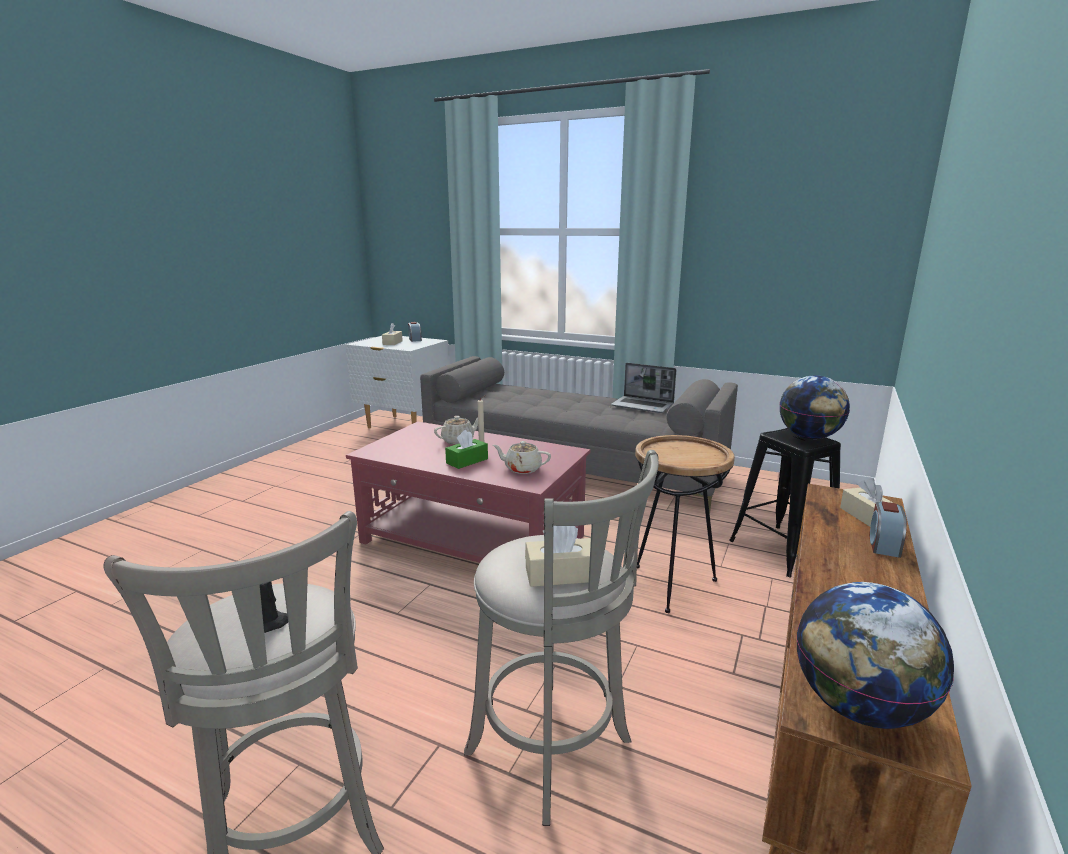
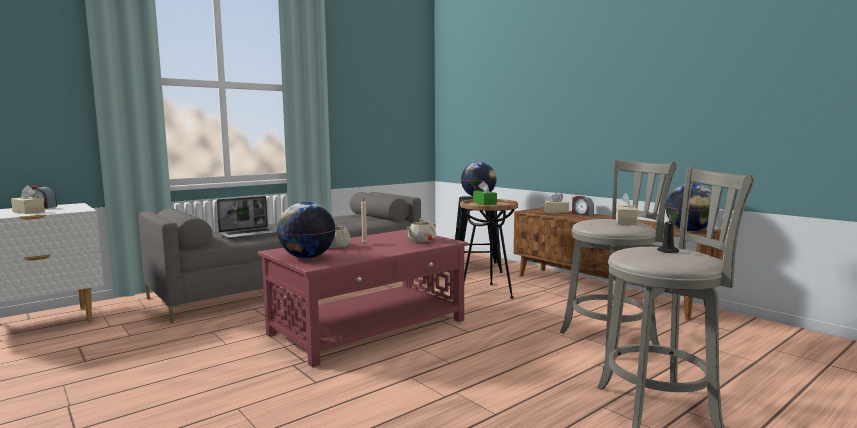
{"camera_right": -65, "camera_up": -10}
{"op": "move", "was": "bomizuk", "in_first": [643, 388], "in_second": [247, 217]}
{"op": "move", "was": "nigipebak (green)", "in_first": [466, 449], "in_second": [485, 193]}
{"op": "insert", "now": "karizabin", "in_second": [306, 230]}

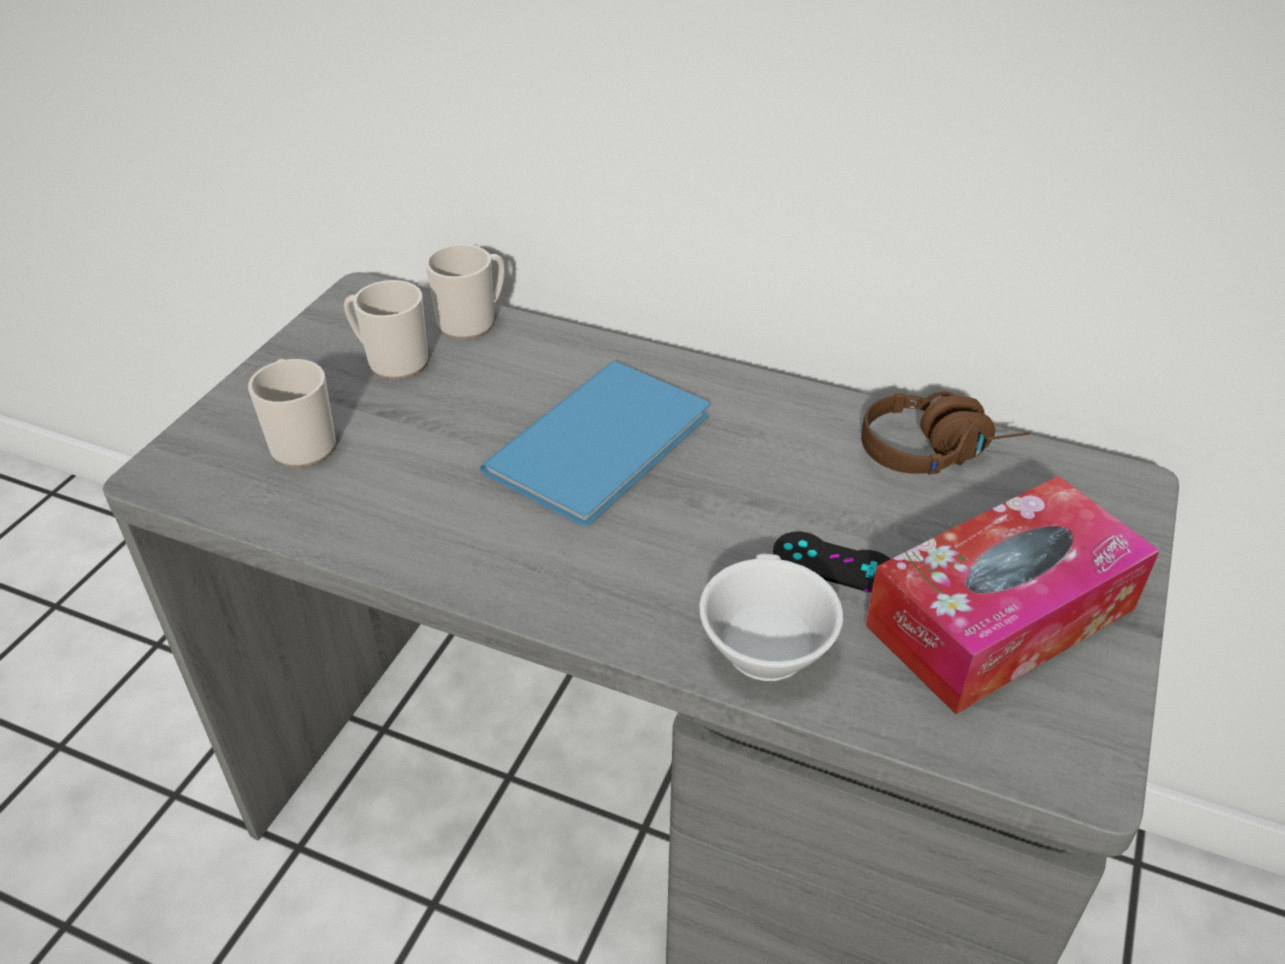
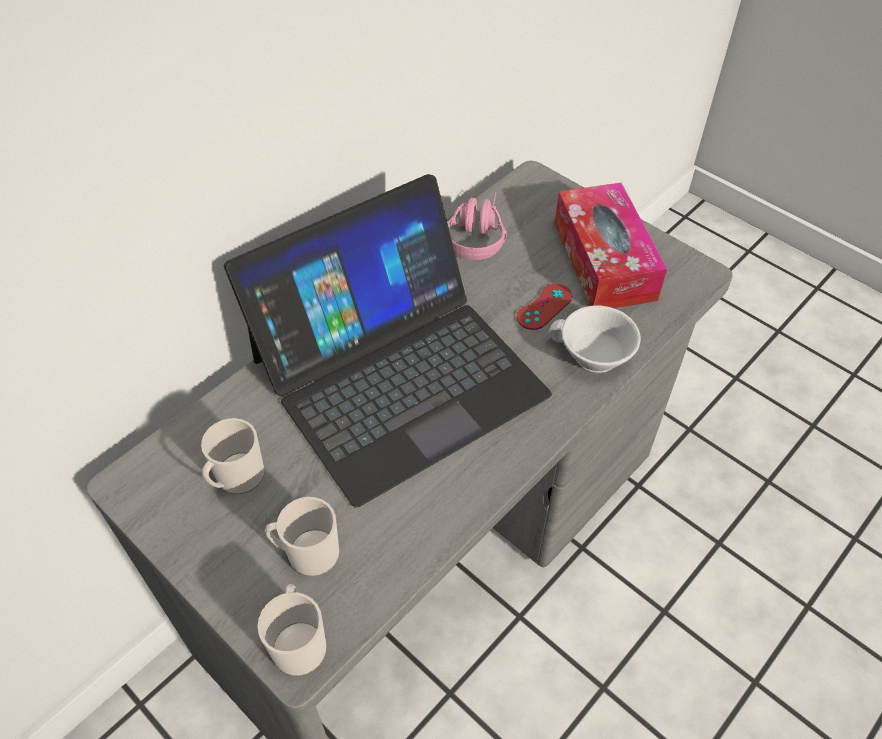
{"camera_right": -70, "camera_up": 10}
{"op": "move", "was": "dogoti", "in_first": [465, 291], "in_second": [292, 630]}
{"op": "replace", "was": "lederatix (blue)", "now": "bomizuk", "in_first": [594, 444], "in_second": [388, 341]}
{"op": "recolor", "was": "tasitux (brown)", "now": "tasitux (pink)", "in_first": [946, 433], "in_second": [477, 226]}
{"op": "recolor", "was": "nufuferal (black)", "now": "nufuferal (red)", "in_first": [831, 561], "in_second": [544, 307]}

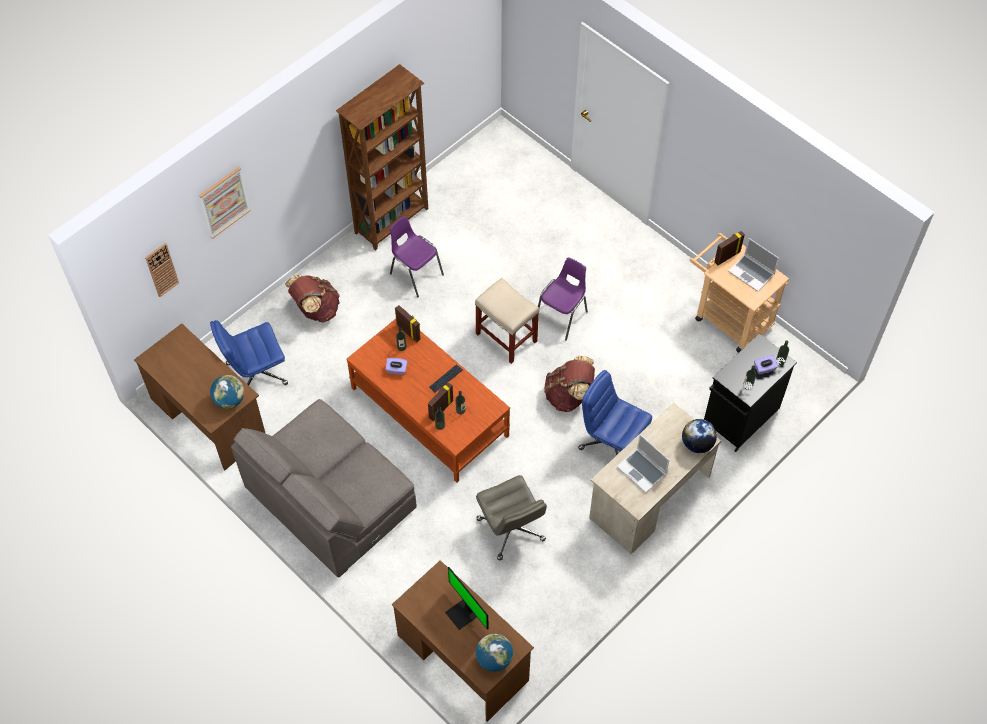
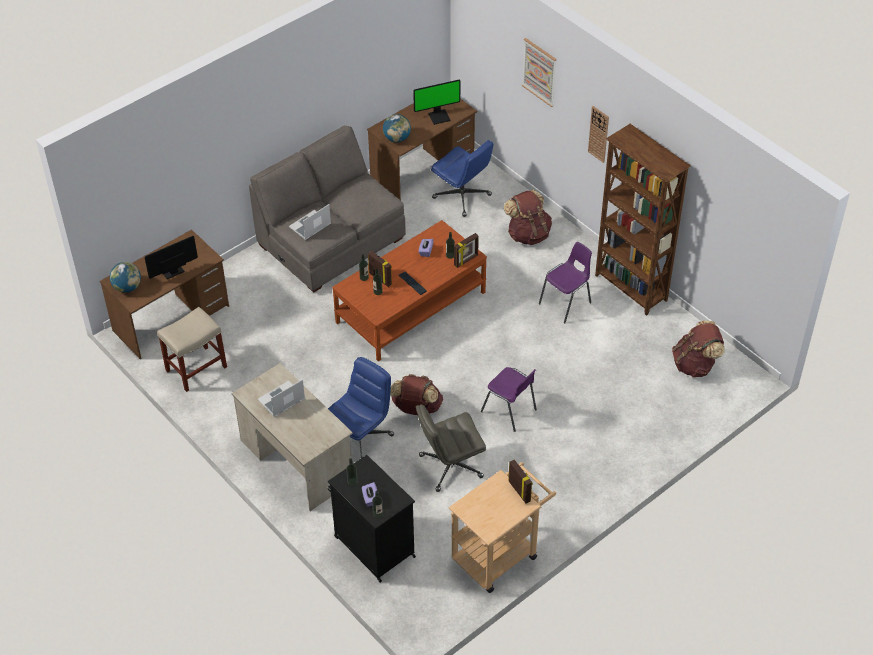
{"camera_right": 95, "camera_up": -10}
{"op": "move", "was": "bomizuk", "in_first": [753, 265], "in_second": [310, 222]}
{"op": "move", "was": "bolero", "in_first": [162, 270], "in_second": [598, 134]}
{"op": "move", "was": "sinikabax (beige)", "in_first": [507, 321], "in_second": [192, 349]}
{"op": "rotate", "was": "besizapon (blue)", "in_first": [249, 352], "in_second": [462, 178], "clockwise": 150}
{"op": "delete", "was": "karizabin", "in_first": [699, 436]}
{"op": "move", "was": "besizapon (grey)", "in_first": [511, 518], "in_second": [451, 448]}
{"op": "insert", "now": "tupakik", "in_second": [436, 102]}
{"op": "insert", "now": "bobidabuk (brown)", "in_second": [698, 348]}

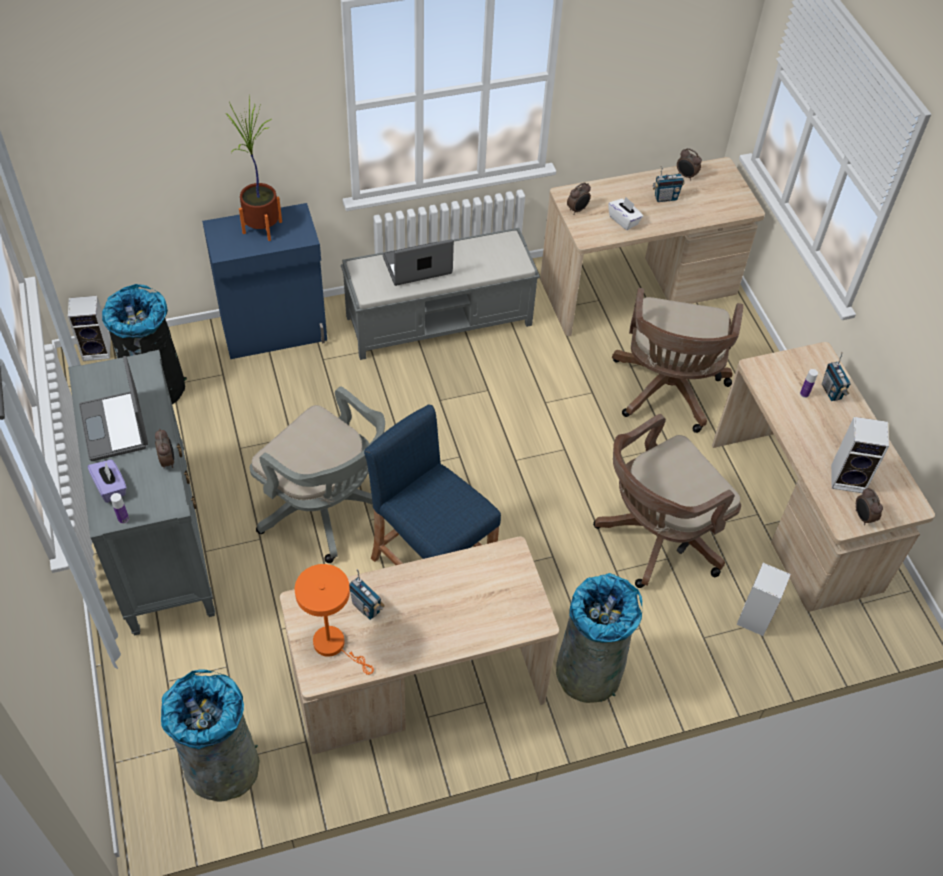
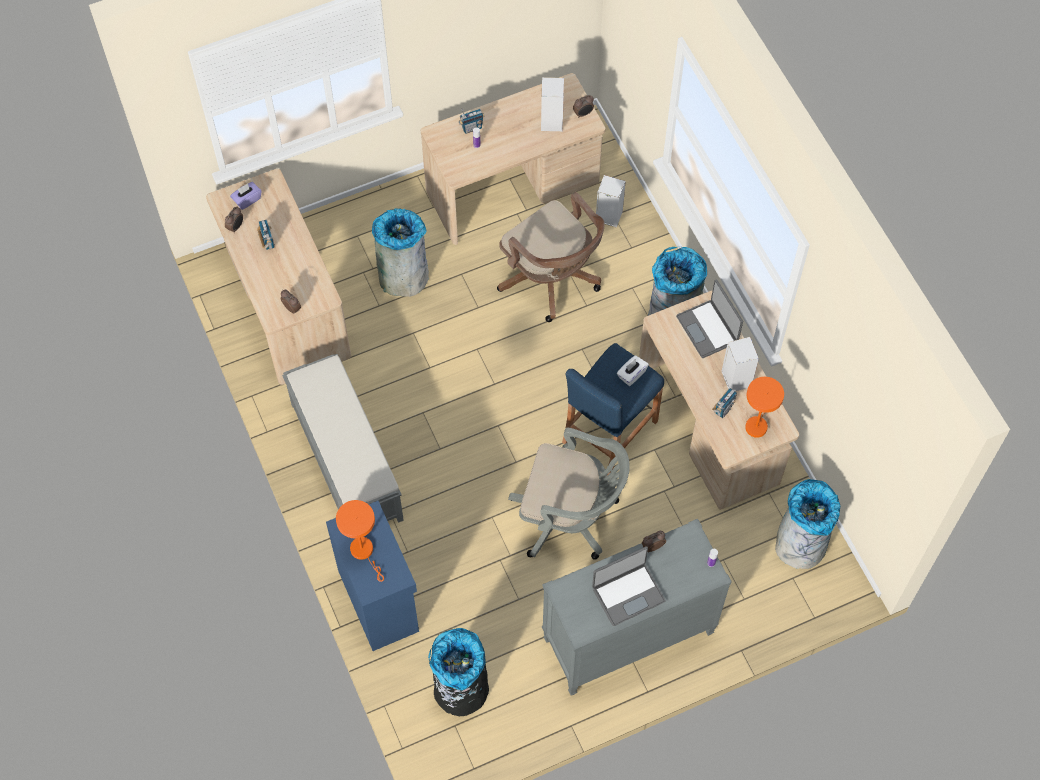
{"camera_right": -95, "camera_up": 10}
{"op": "replace", "was": "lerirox", "now": "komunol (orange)", "in_first": [254, 169], "in_second": [360, 541]}
{"op": "move", "was": "nigipebak (white)", "in_first": [625, 213], "in_second": [633, 371]}
{"op": "move", "was": "bomizuk", "in_first": [418, 262], "in_second": [709, 318]}
{"op": "replace", "was": "besizapon (brown)", "now": "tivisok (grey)", "in_first": [677, 360], "in_second": [400, 252]}
{"op": "move", "was": "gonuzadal", "in_first": [89, 328], "in_second": [740, 364]}
{"op": "rotate", "was": "besizapon (grey)", "in_first": [317, 474], "in_second": [569, 494], "clockwise": 75}
{"op": "move", "was": "nigipebak (purple)", "in_first": [107, 481], "in_second": [246, 196]}

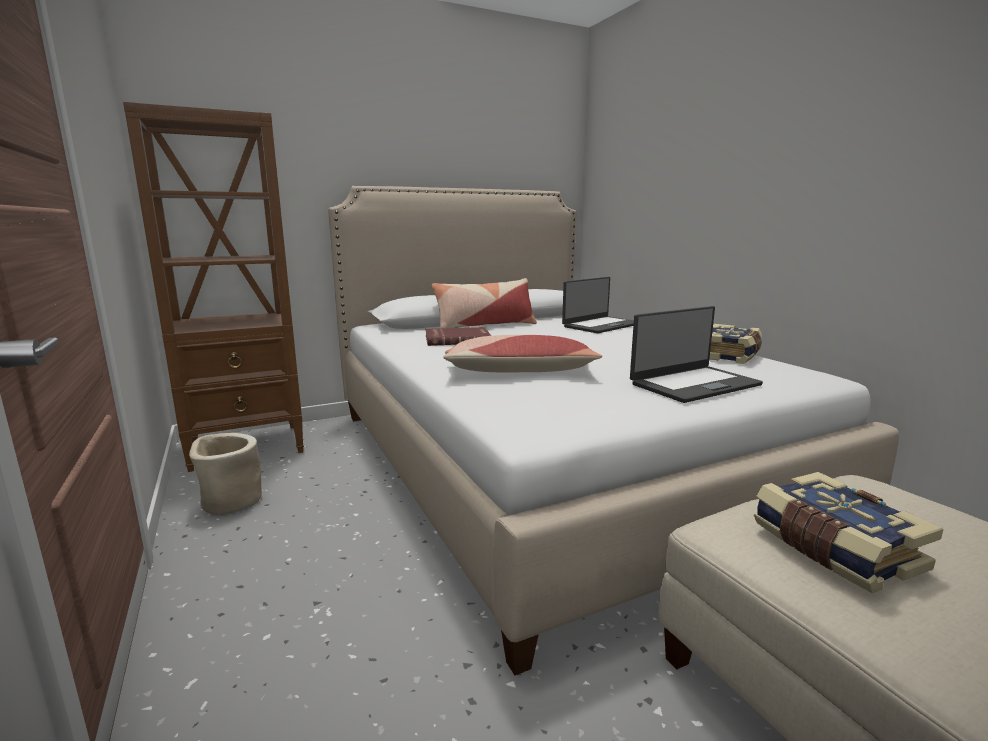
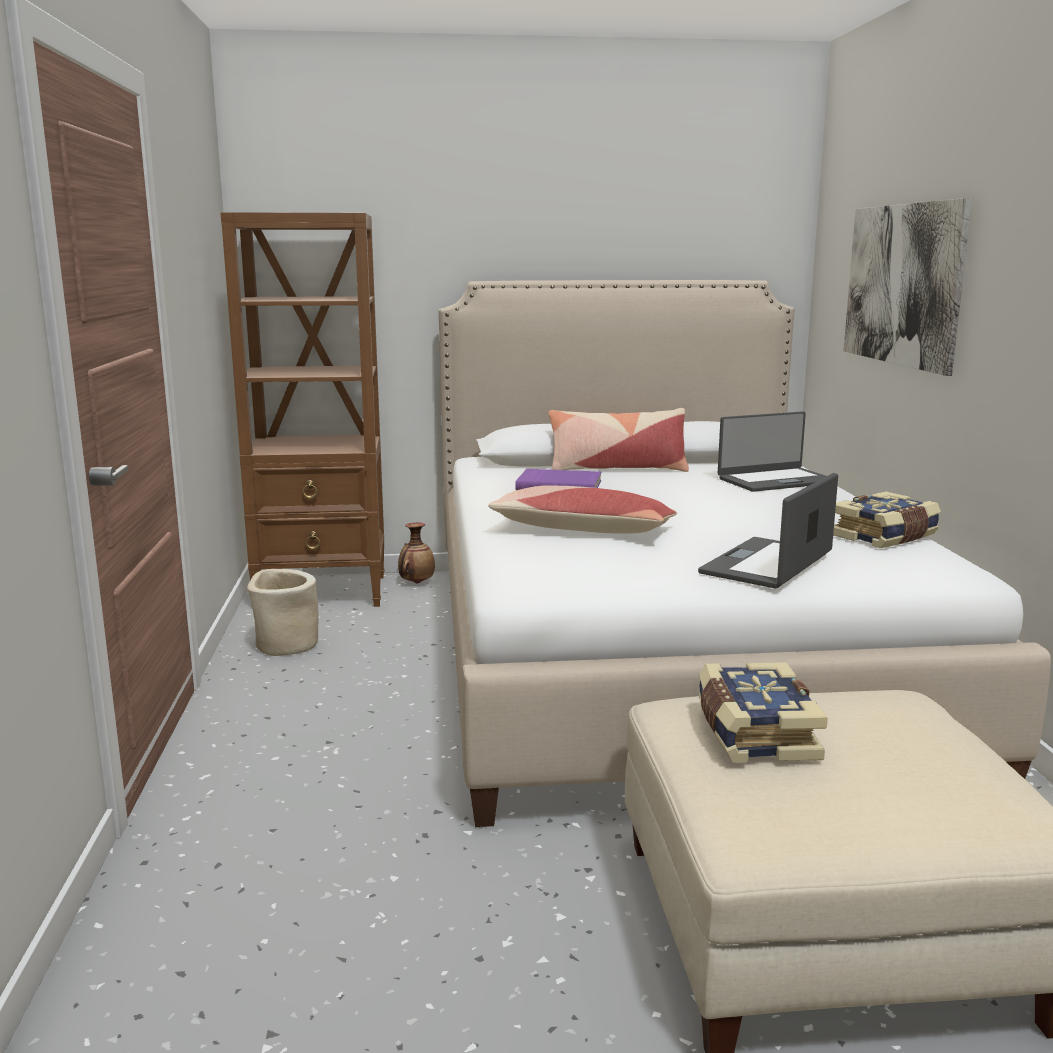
{"camera_right": 20, "camera_up": 0}
{"op": "rotate", "was": "bomizuk", "in_first": [696, 354], "in_second": [768, 531], "clockwise": 135}
{"op": "recolor", "was": "lederatix (red)", "now": "lederatix (purple)", "in_first": [458, 336], "in_second": [558, 479]}
{"op": "insert", "now": "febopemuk", "in_second": [908, 287]}
{"op": "insert", "now": "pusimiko", "in_second": [416, 553]}

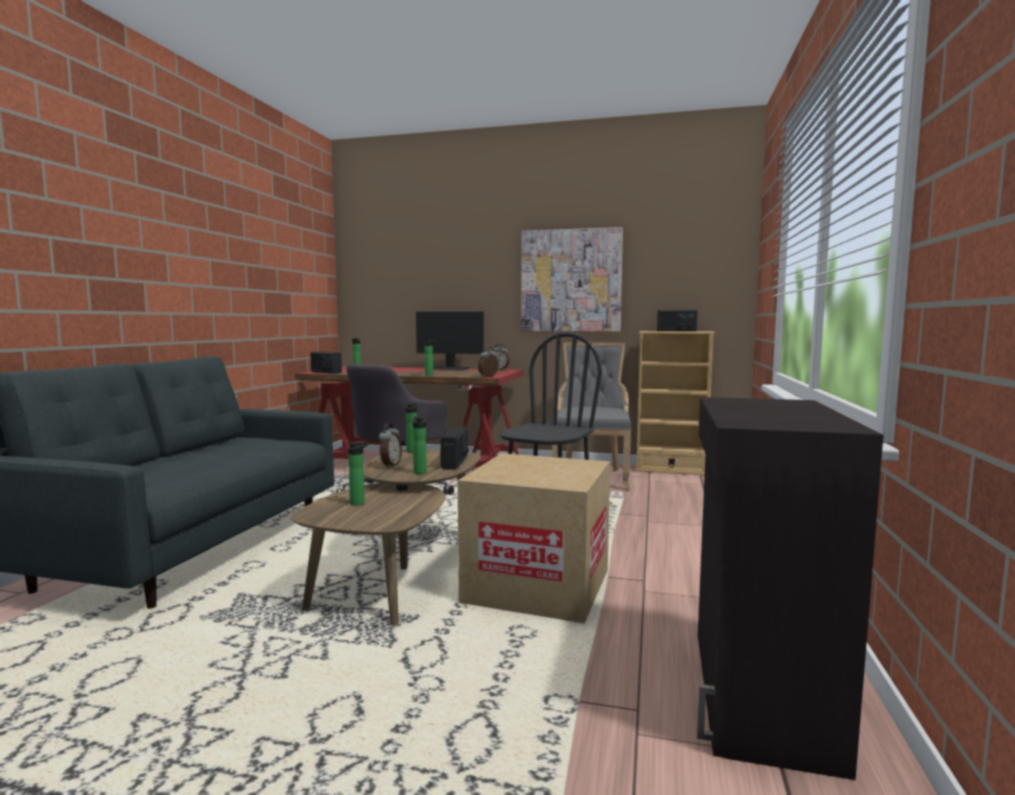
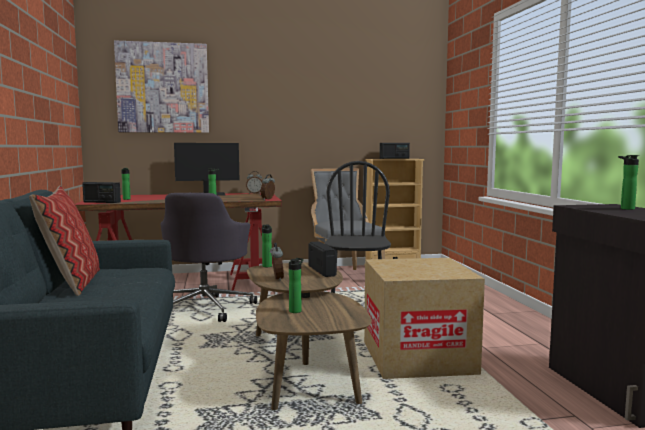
{"camera_right": -25, "camera_up": 0}
{"op": "move", "was": "febopemuk", "in_first": [572, 279], "in_second": [161, 86]}
{"op": "move", "was": "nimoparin", "in_first": [420, 445], "in_second": [628, 182]}
{"op": "insert", "now": "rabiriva", "in_second": [64, 241]}

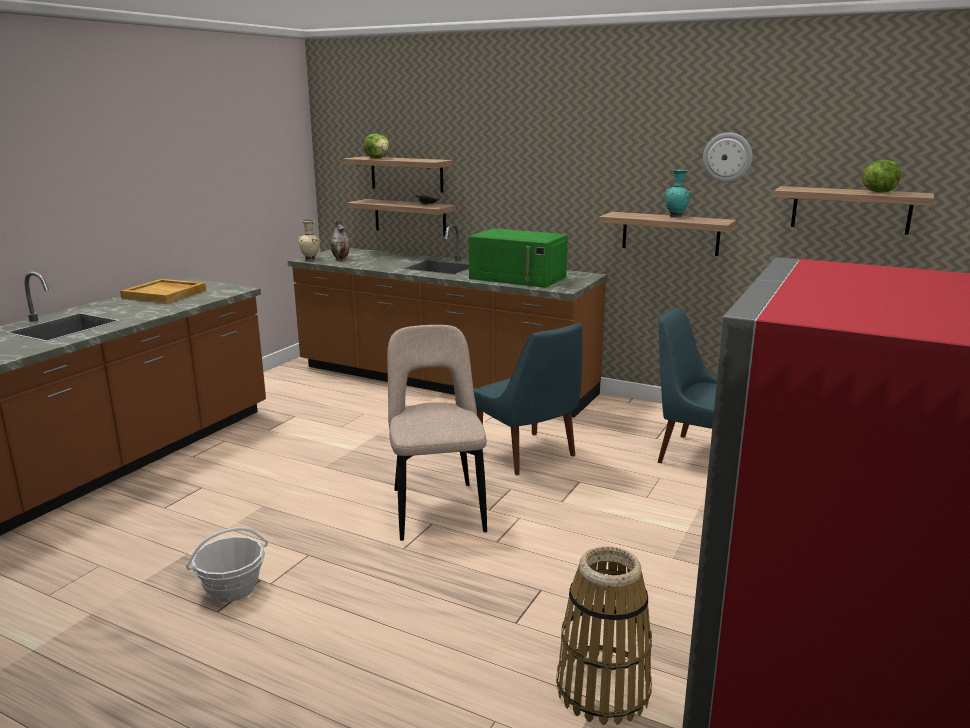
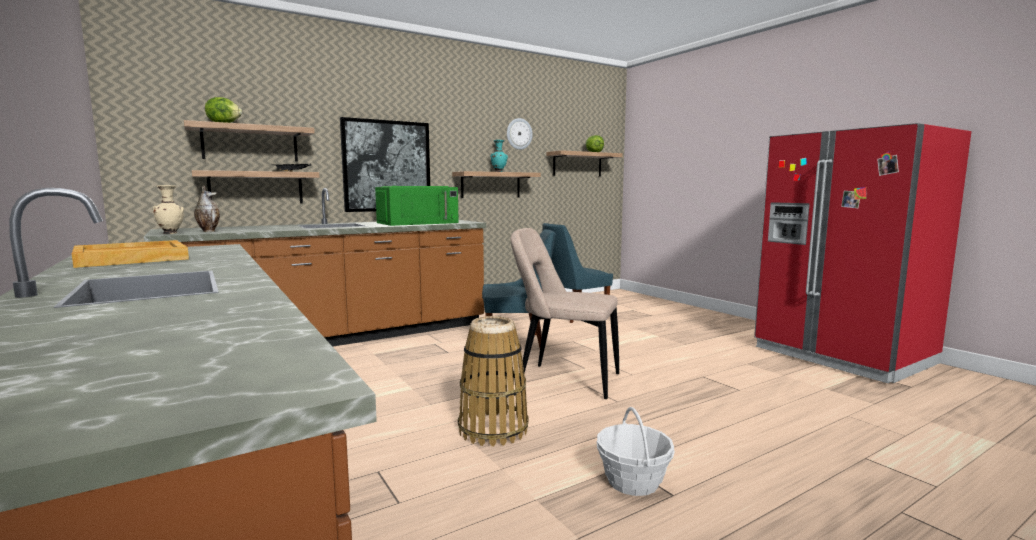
{"camera_right": -60, "camera_up": -10}
{"op": "move", "was": "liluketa", "in_first": [604, 635], "in_second": [493, 381]}
{"op": "insert", "now": "febopemuk", "in_second": [385, 164]}

